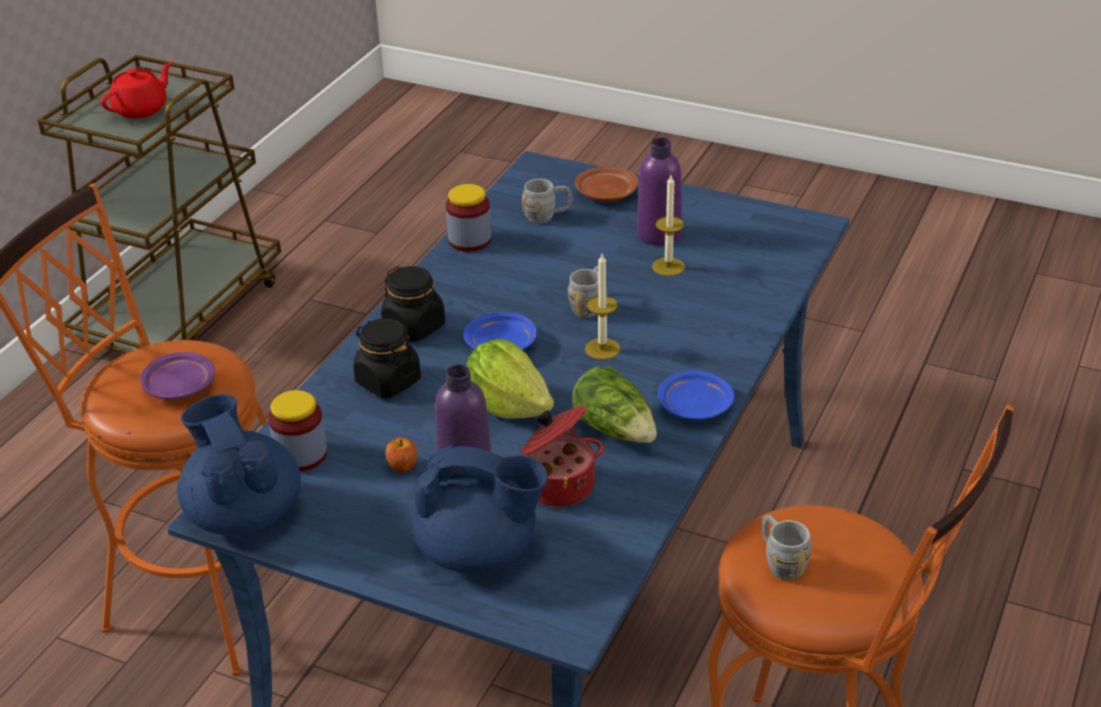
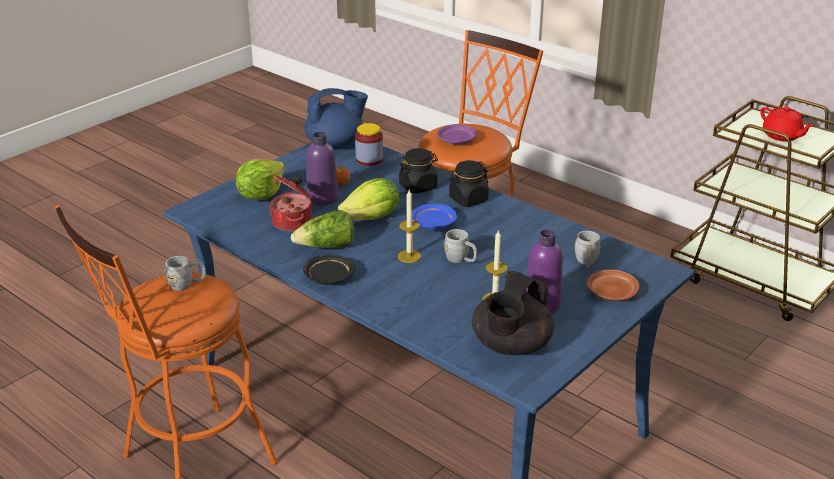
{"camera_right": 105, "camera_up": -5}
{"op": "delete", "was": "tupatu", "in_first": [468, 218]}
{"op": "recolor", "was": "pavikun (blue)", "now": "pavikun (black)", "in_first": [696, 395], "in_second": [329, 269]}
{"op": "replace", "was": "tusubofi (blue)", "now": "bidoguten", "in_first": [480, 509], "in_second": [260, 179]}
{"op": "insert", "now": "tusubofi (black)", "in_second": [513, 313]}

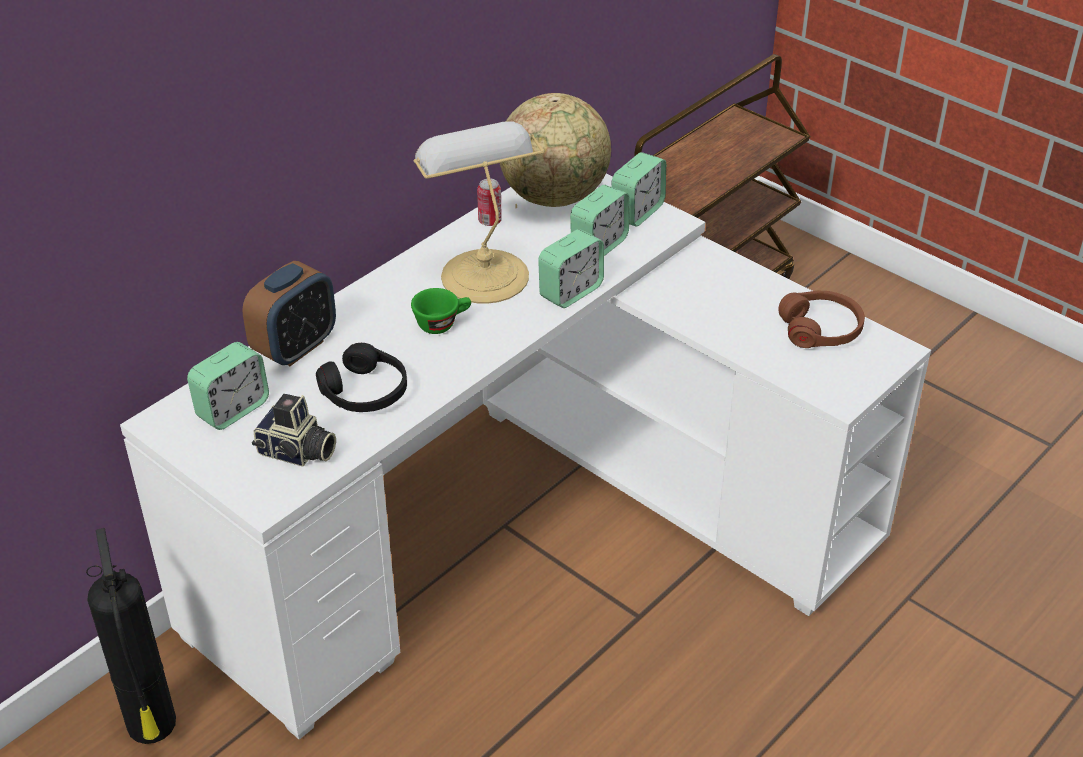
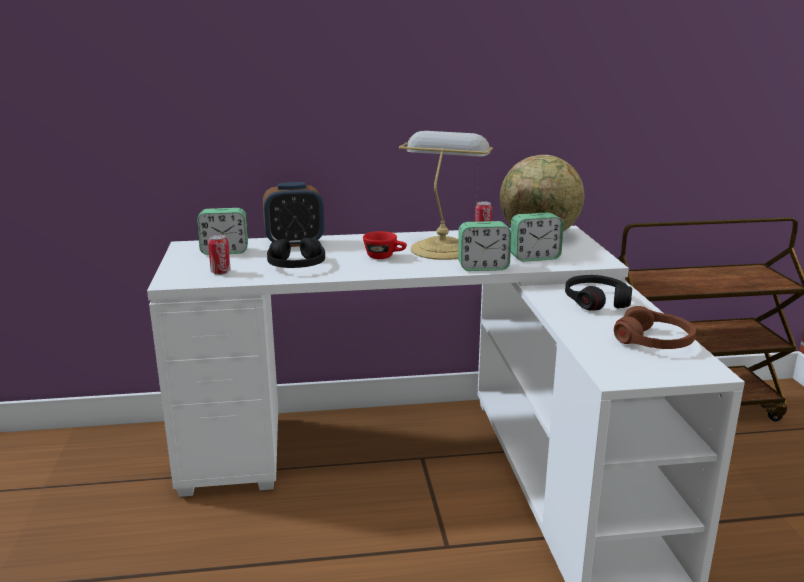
{"camera_right": 40, "camera_up": -20}
{"op": "delete", "was": "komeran", "in_first": [638, 189]}
{"op": "recolor", "was": "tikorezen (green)", "now": "tikorezen (red)", "in_first": [441, 311], "in_second": [385, 245]}
{"op": "replace", "was": "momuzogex", "now": "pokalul", "in_first": [294, 430], "in_second": [219, 255]}
{"op": "delete", "was": "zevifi", "in_first": [131, 636]}
{"op": "insert", "now": "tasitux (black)", "in_second": [598, 293]}

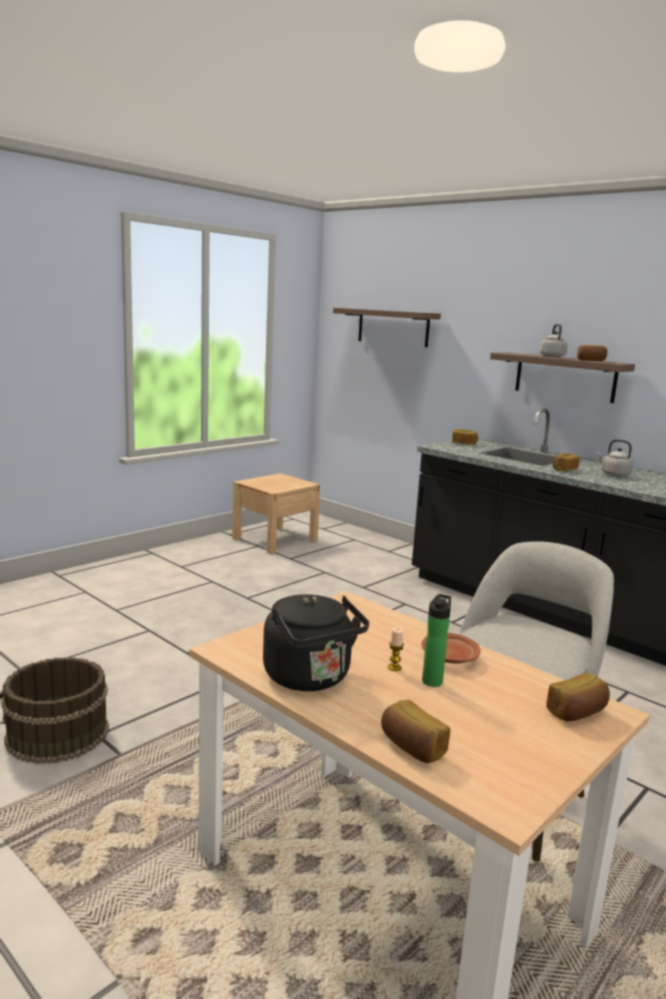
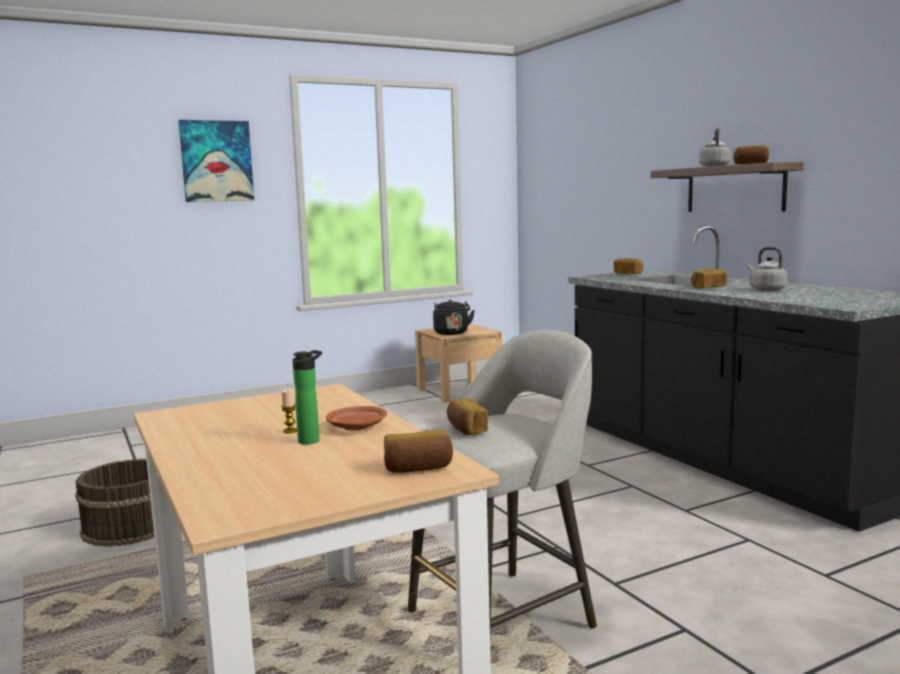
{"camera_right": 20, "camera_up": -5}
{"op": "delete", "was": "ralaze", "in_first": [387, 327]}
{"op": "move", "was": "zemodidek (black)", "in_first": [316, 643], "in_second": [454, 317]}
{"op": "move", "was": "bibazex", "in_first": [416, 731], "in_second": [467, 417]}
{"op": "insert", "now": "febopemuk", "in_second": [216, 161]}

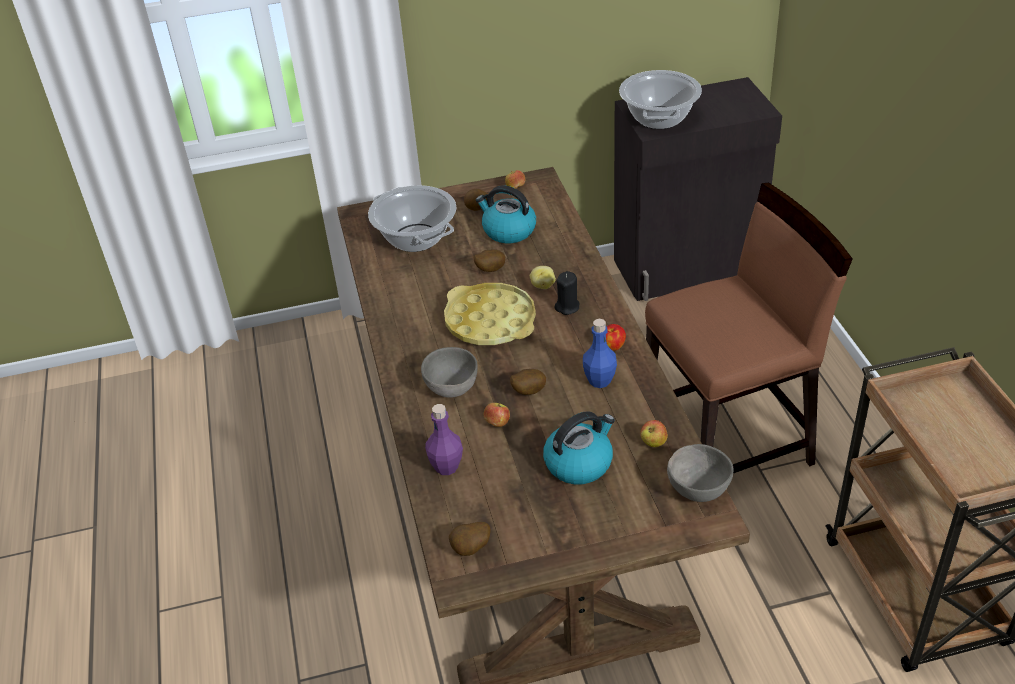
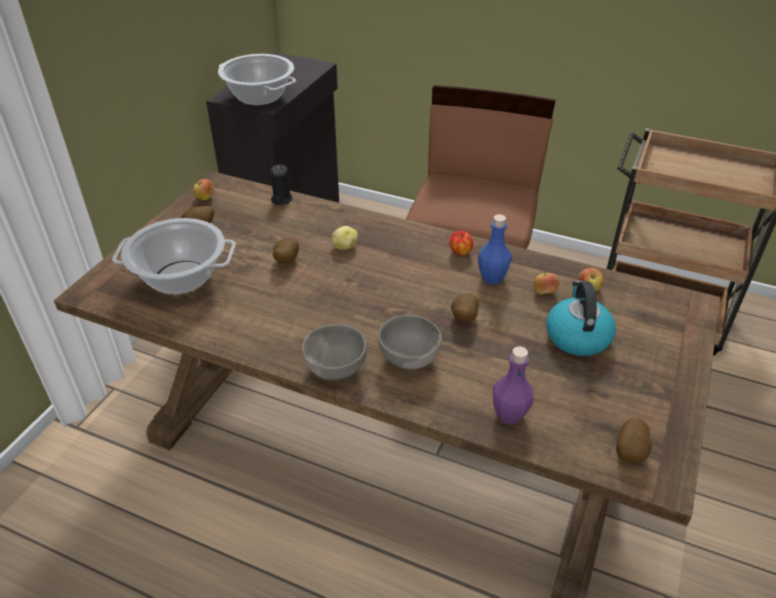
{"camera_right": -55, "camera_up": 0}
{"op": "delete", "was": "zemodidek", "in_first": [506, 214]}
{"op": "move", "was": "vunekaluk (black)", "in_first": [567, 293], "in_second": [281, 184]}
{"op": "delete", "was": "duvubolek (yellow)", "in_first": [490, 314]}
{"op": "move", "was": "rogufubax", "in_first": [497, 415], "in_second": [546, 283]}
{"op": "move", "was": "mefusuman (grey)", "in_first": [700, 473], "in_second": [334, 352]}

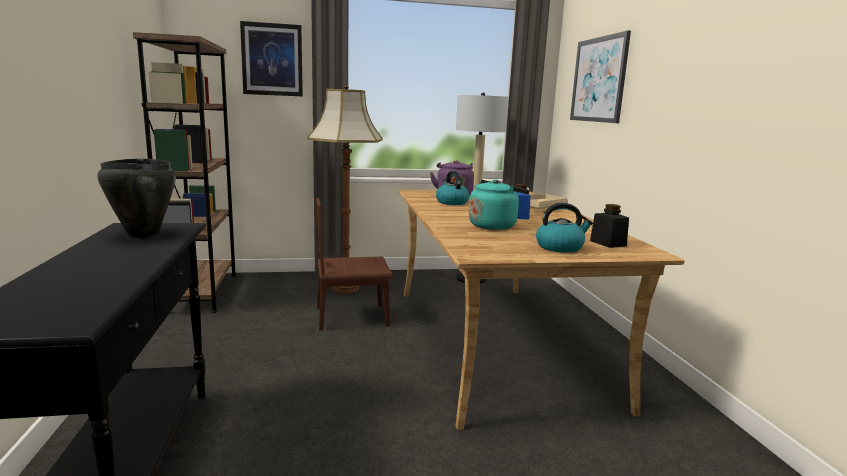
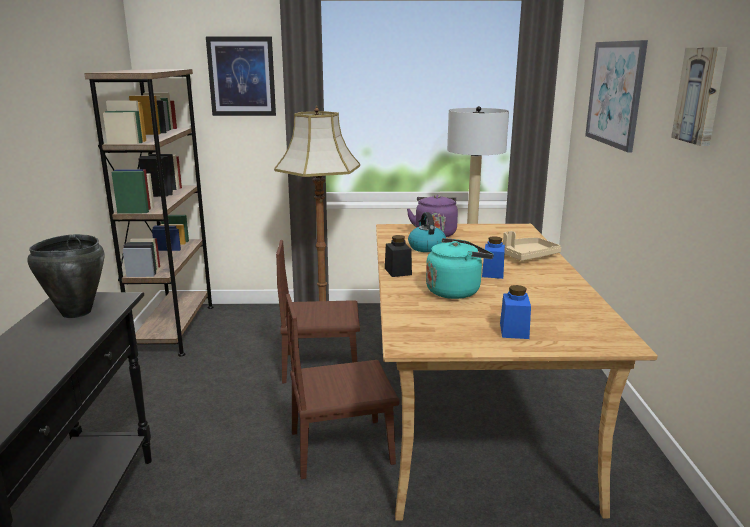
{"camera_right": 10, "camera_up": 5}
{"op": "replace", "was": "zemodidek", "now": "tupatu (blue)", "in_first": [564, 228], "in_second": [515, 312]}
{"op": "move", "was": "tupatu (black)", "in_first": [609, 226], "in_second": [398, 256]}
{"op": "insert", "now": "febopemuk", "in_second": [699, 96]}
{"op": "insert", "now": "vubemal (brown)", "in_second": [342, 386]}

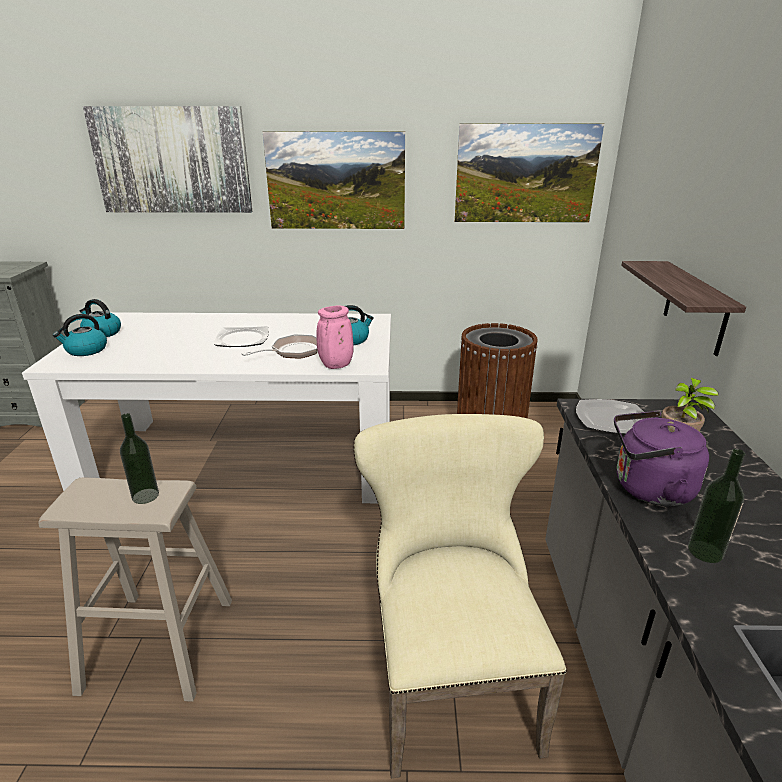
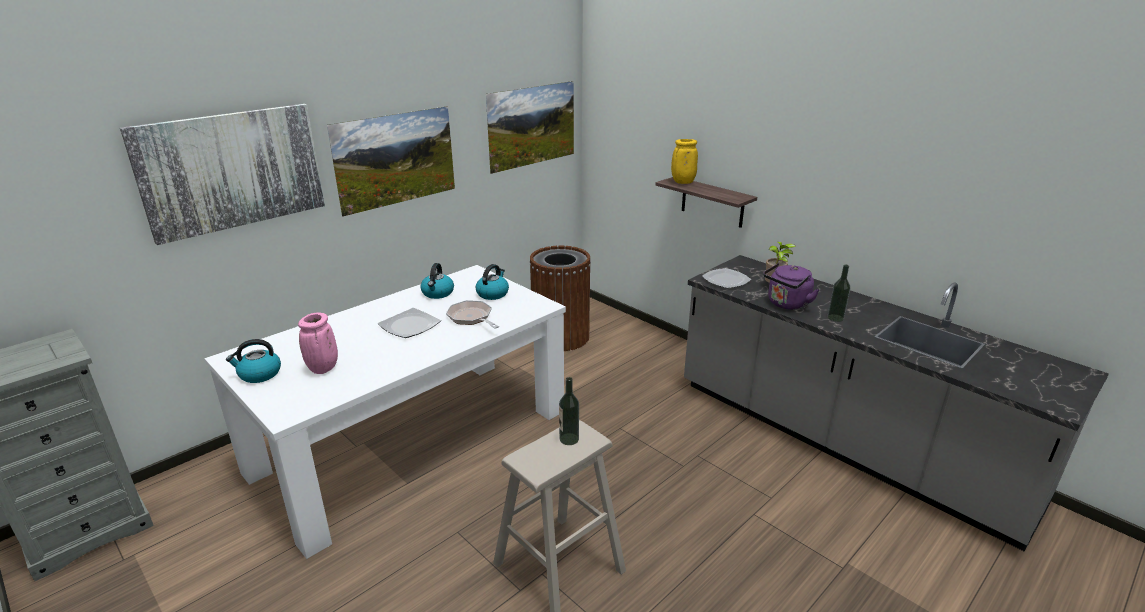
{"camera_right": -45, "camera_up": 0}
{"op": "move", "was": "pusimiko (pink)", "in_first": [335, 337], "in_second": [318, 343]}
{"op": "move", "was": "zemodidek", "in_first": [80, 335], "in_second": [437, 281]}
{"op": "rotate", "was": "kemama", "in_first": [280, 346], "in_second": [472, 314], "clockwise": -45}
{"op": "delete", "was": "vubemal (beige)", "in_first": [459, 596]}
{"op": "insert", "now": "pusimiko (yellow)", "in_second": [684, 161]}

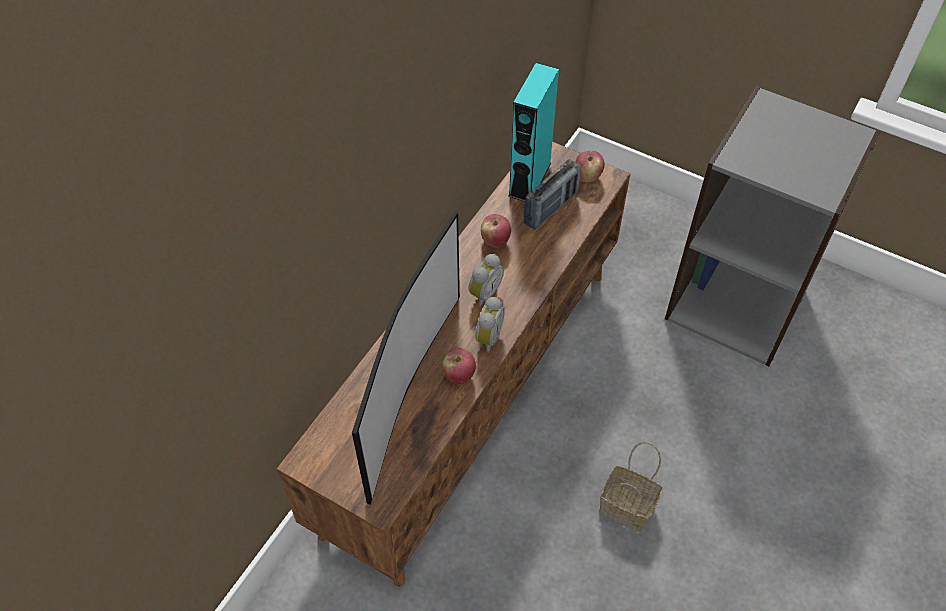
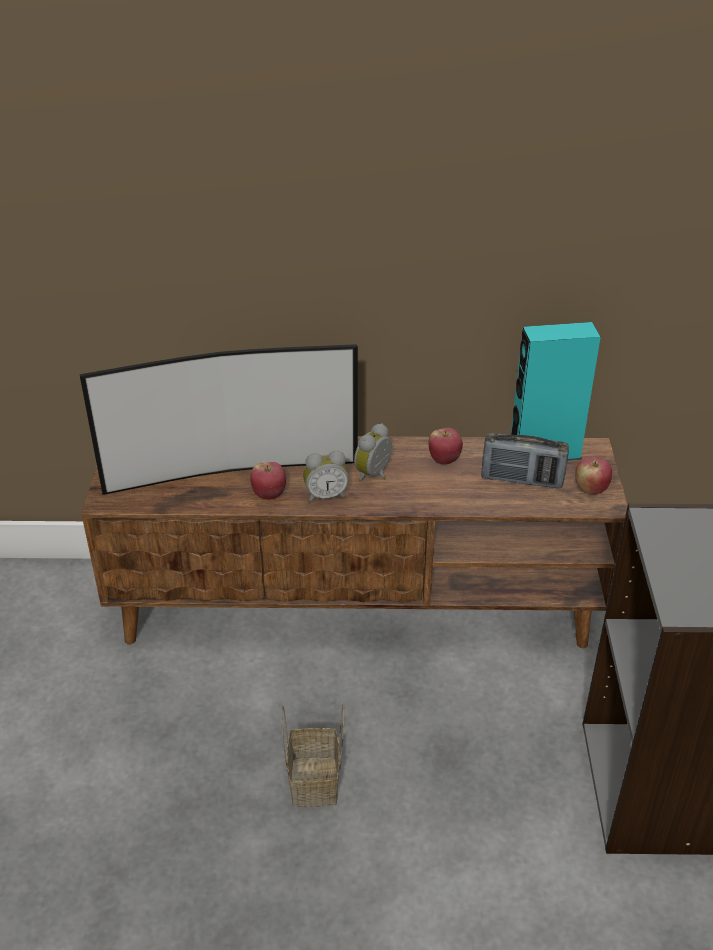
{"camera_right": 60, "camera_up": -15}
{"op": "rotate", "was": "komeran", "in_first": [486, 280], "in_second": [373, 452], "clockwise": 120}

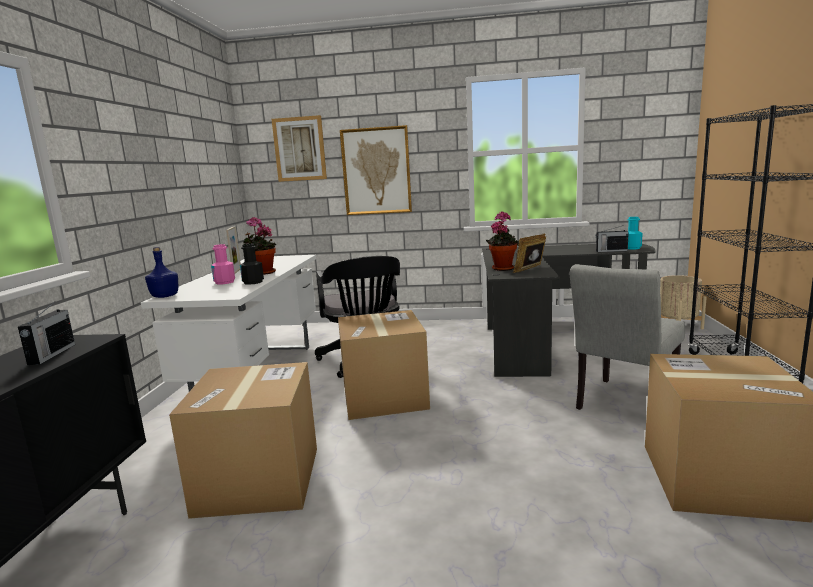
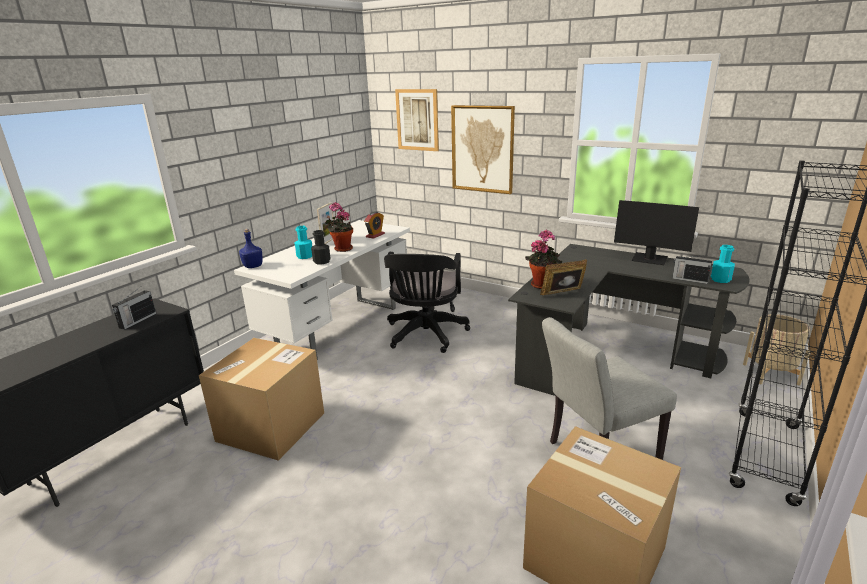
{"camera_right": 25, "camera_up": 10}
{"op": "recolor", "was": "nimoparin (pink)", "now": "nimoparin (turquoise)", "in_first": [223, 264], "in_second": [303, 242]}
{"op": "delete", "was": "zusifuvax", "in_first": [384, 365]}
{"op": "insert", "now": "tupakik", "in_second": [656, 232]}
{"op": "insert", "now": "komeran", "in_second": [374, 225]}

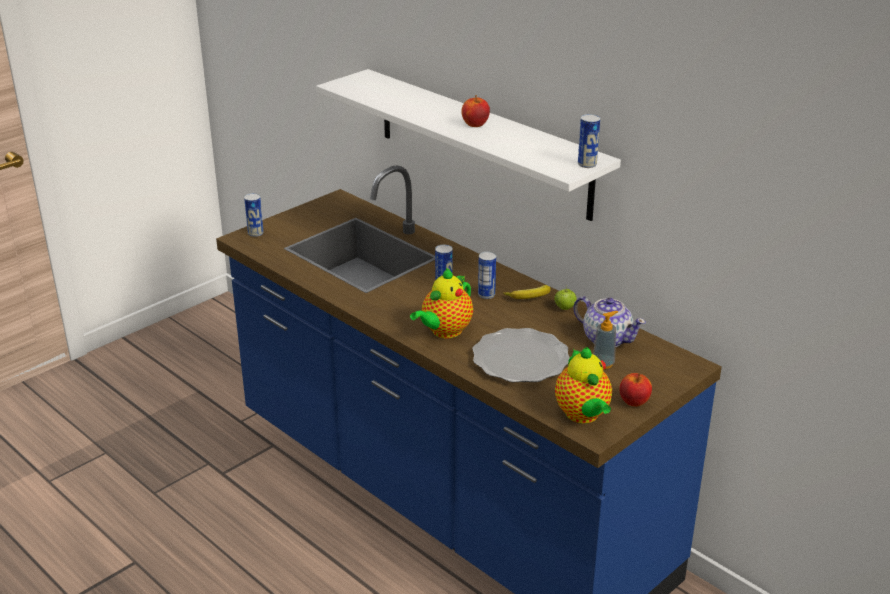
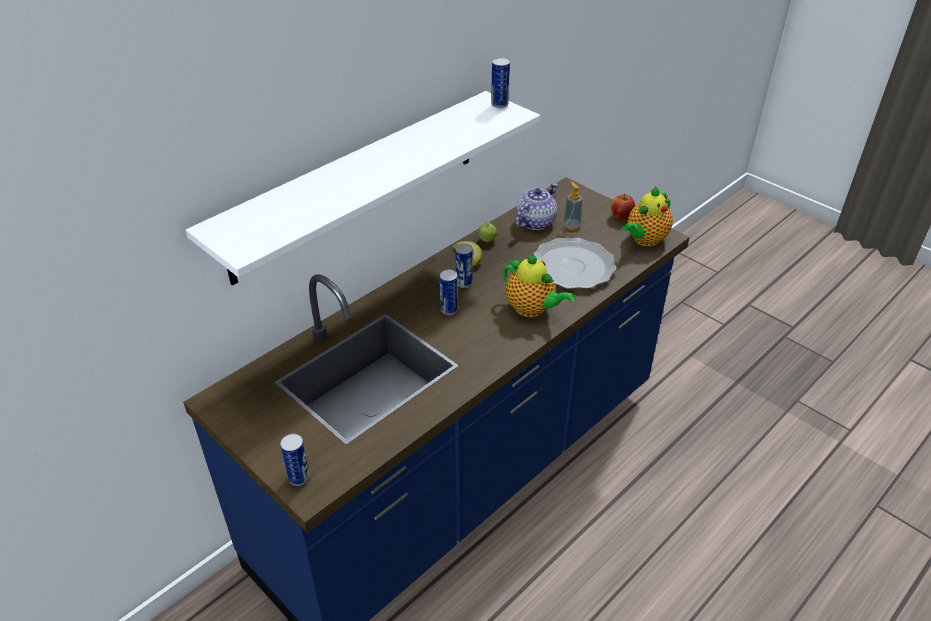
{"camera_right": -90, "camera_up": 10}
{"op": "delete", "was": "rogufubax", "in_first": [475, 111]}
{"op": "rotate", "was": "tusubofi", "in_first": [583, 385], "in_second": [647, 217], "clockwise": 150}

